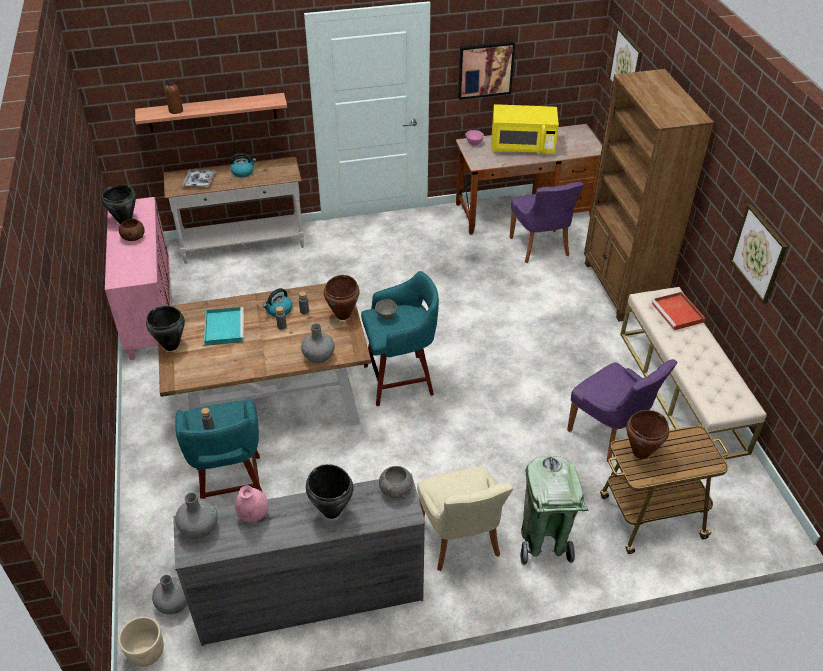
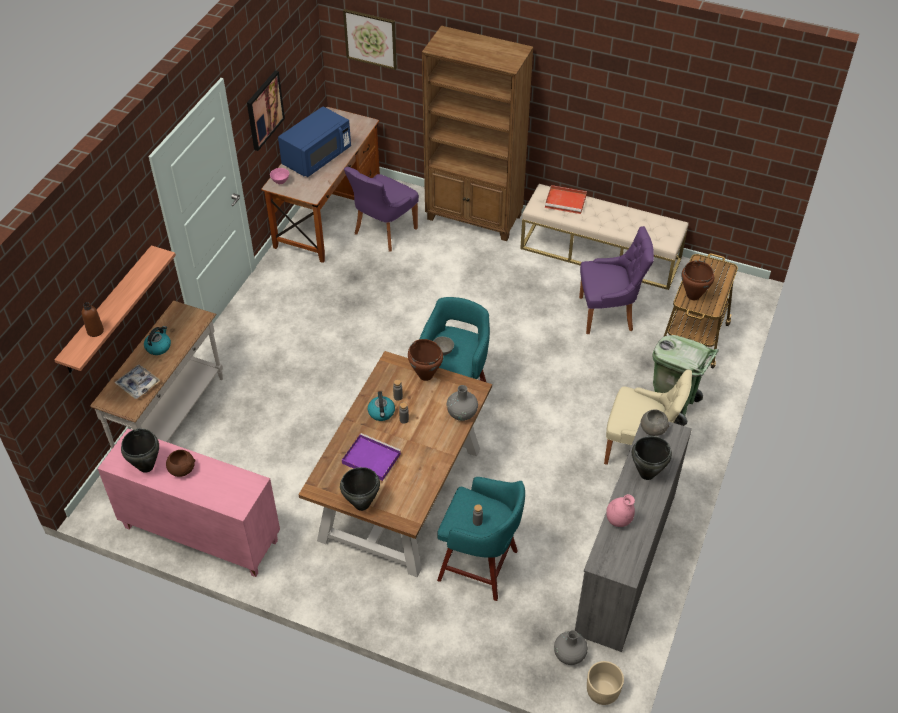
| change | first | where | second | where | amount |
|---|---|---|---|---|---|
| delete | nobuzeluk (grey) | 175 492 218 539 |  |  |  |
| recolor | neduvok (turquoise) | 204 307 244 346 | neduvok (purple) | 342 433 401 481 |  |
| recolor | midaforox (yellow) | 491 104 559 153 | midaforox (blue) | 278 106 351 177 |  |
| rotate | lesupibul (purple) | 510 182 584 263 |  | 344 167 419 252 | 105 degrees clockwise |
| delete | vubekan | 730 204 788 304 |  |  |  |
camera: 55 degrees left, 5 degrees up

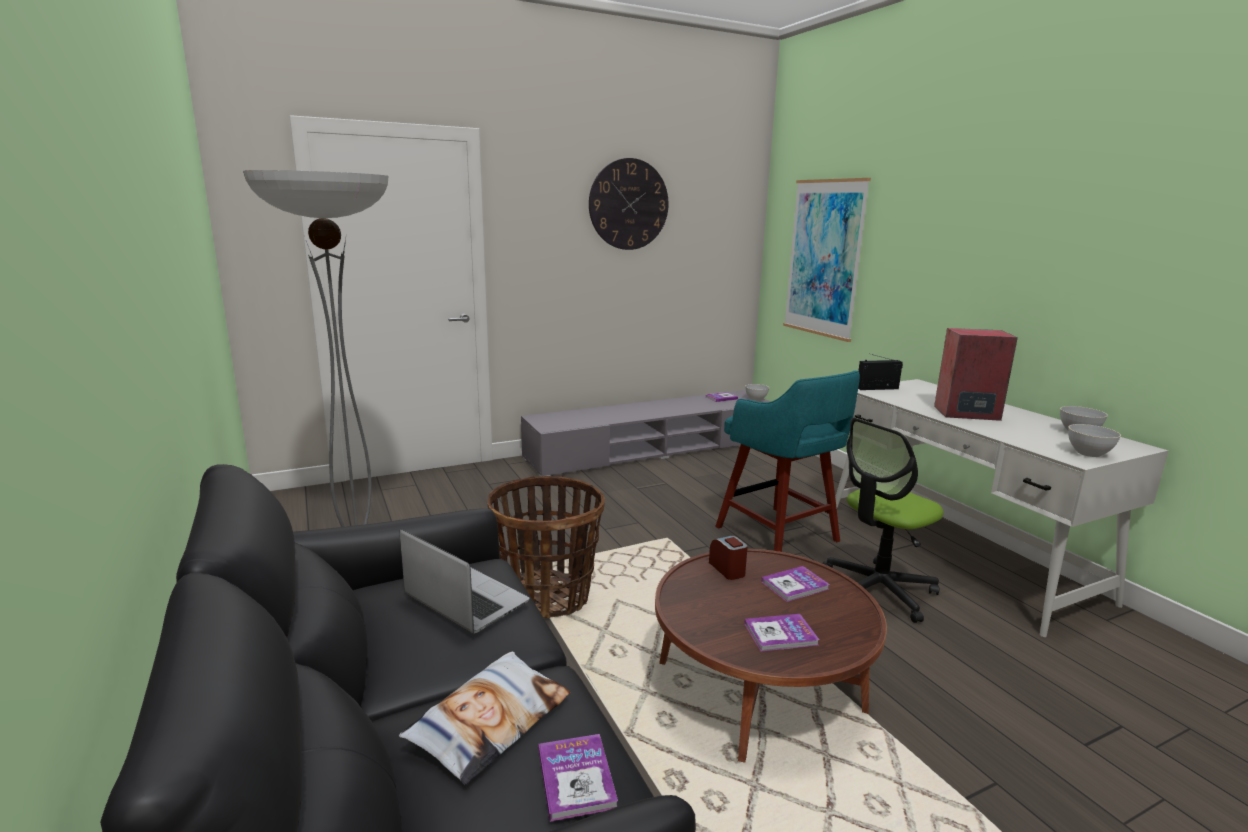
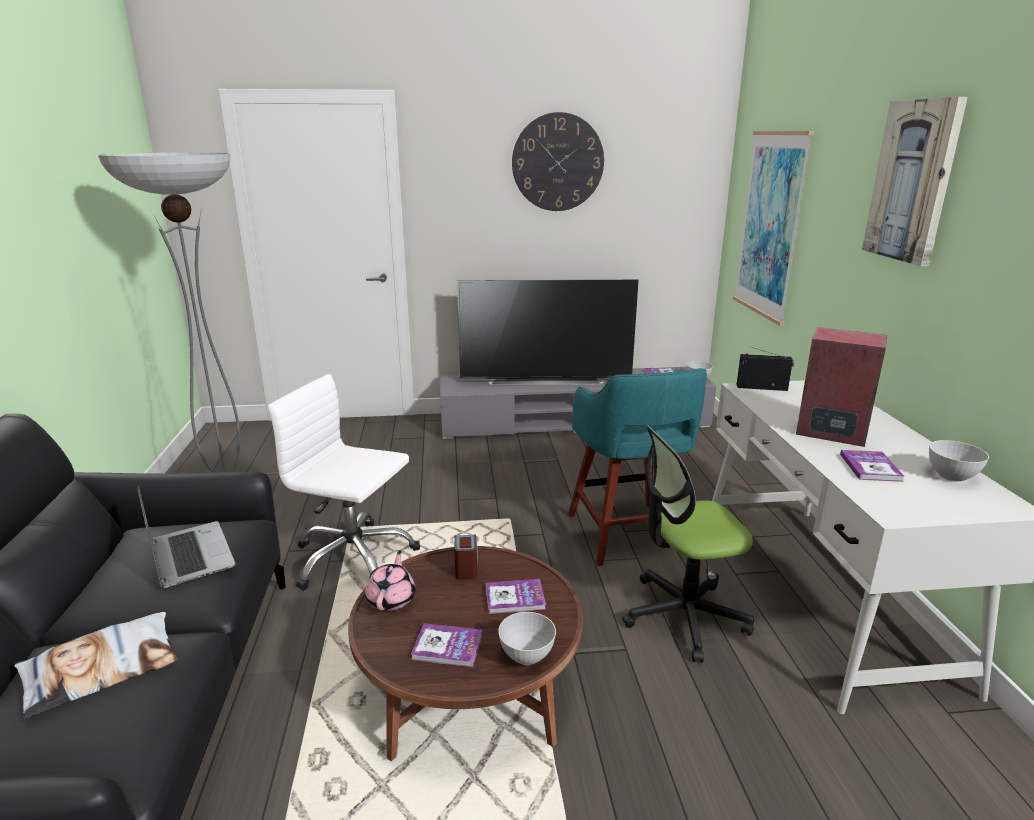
| change | first | where | second | where | amount |
|---|---|---|---|---|---|
| replace | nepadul | 488 476 605 618 | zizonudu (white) | 268 374 420 590 |  |
| move | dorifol | 538 734 618 822 |  | 840 450 905 482 |  |
| move | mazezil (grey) | 1068 424 1121 457 |  | 498 612 556 665 |  |
| insert |  |  | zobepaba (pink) | 365 550 415 611 |  |
| insert |  |  | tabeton | 457 280 639 385 |  |
| insert |  |  | vubekan | 862 97 968 266 |  |
camera: 20 degrees right, 5 degrees up

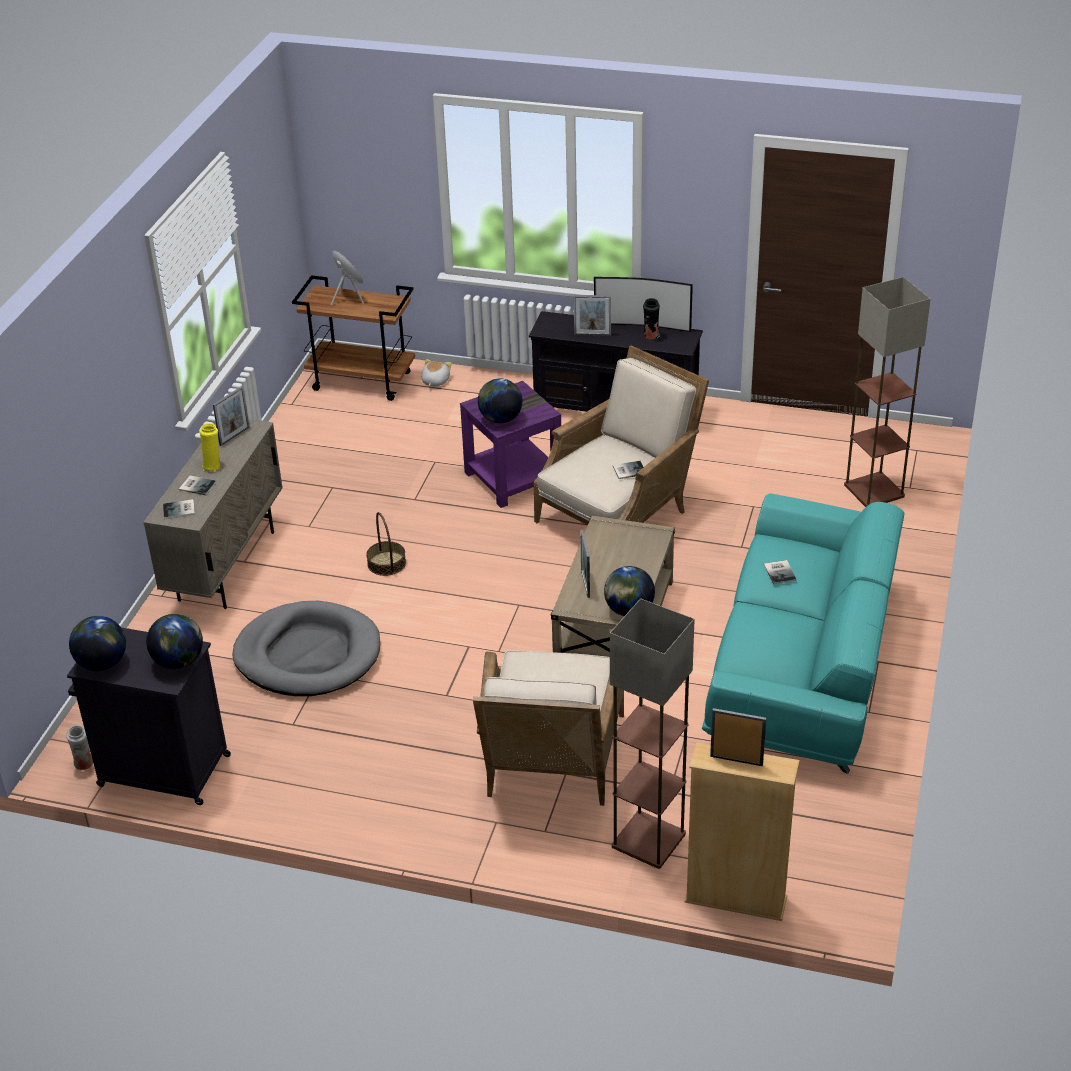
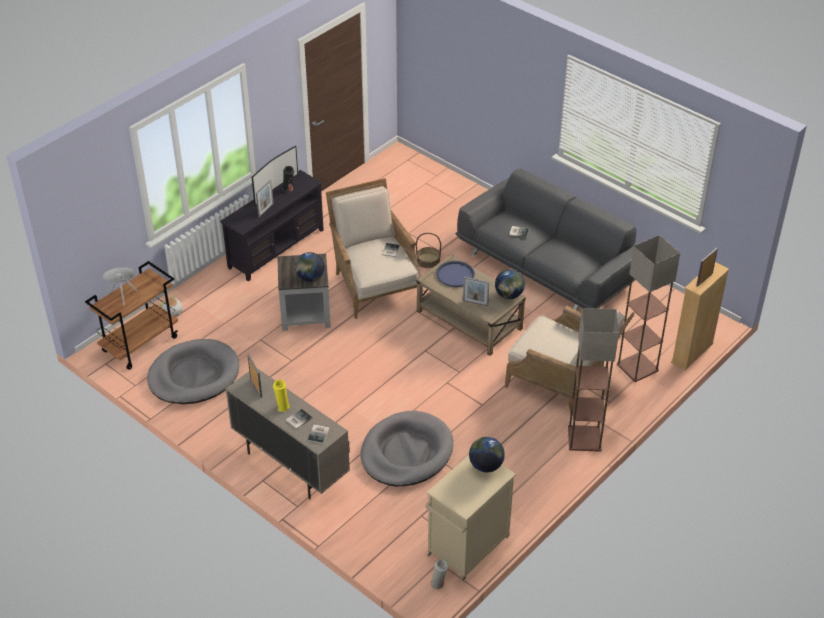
| change | first | where | second | where | amount |
|---|---|---|---|---|---|
| recolor | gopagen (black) | 67 627 231 805 | gopagen (beige) | 425 455 516 581 |  |
| delete | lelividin | 69 616 126 671 |  |  |  |
| move | nepadul | 366 512 406 576 |  | 416 233 441 268 |  |
| recolor | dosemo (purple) | 460 381 561 508 | dosemo (grey) | 277 253 331 331 |  |
| recolor | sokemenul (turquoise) | 702 493 904 774 | sokemenul (grey) | 455 168 636 310 |  |
| move | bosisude | 844 277 931 507 |  | 568 308 619 452 |  |
| insert |  |  | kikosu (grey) | 147 339 239 404 |  |
| insert |  |  | neduvok (blue) | 436 261 475 287 |  |
camera: 65 degrees left, 5 degrees up

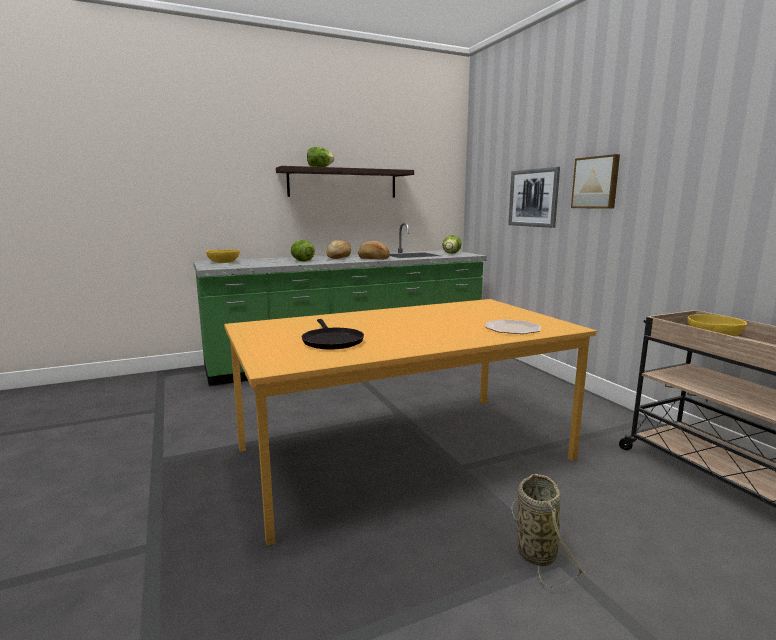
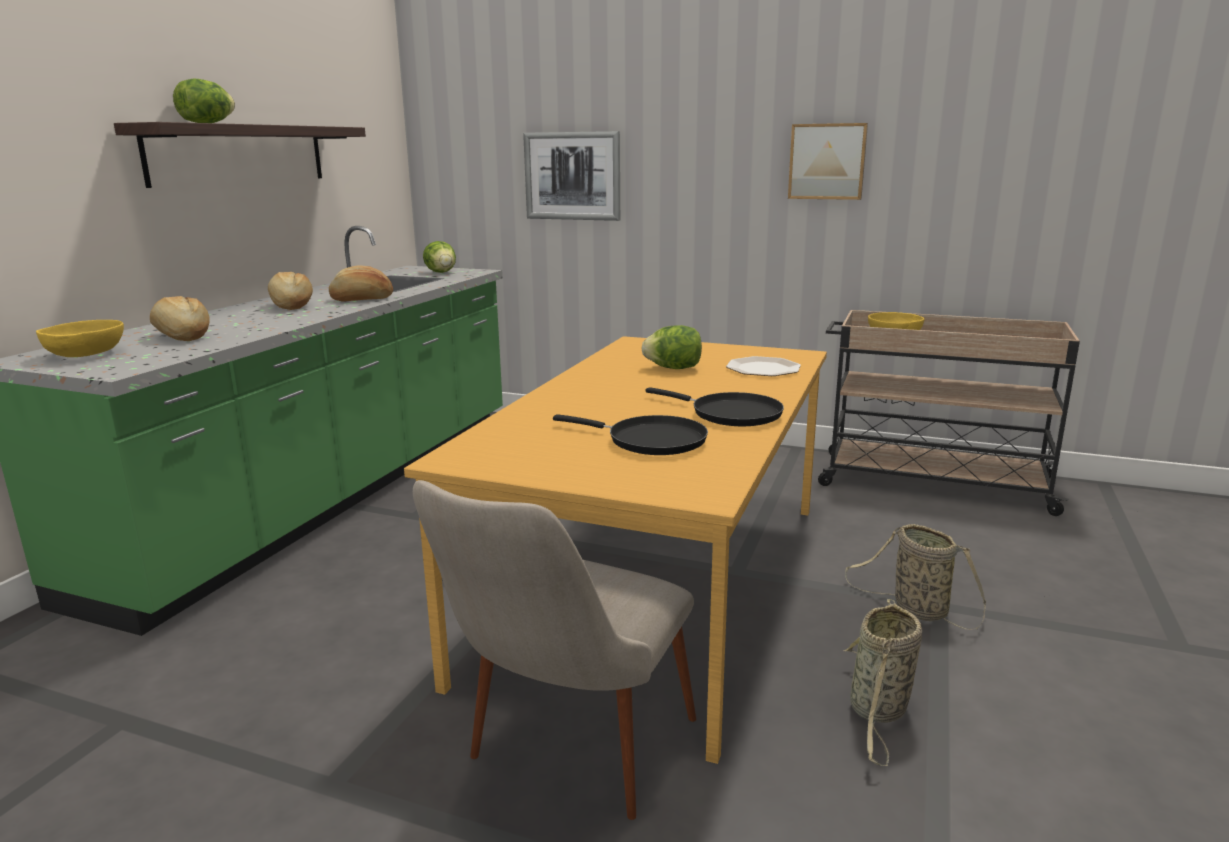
| change | first | where | second | where | amount |
|---|---|---|---|---|---|
| move | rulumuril | 291 240 315 261 |  | 641 325 702 369 |  |
| move | vubekan | 571 154 620 209 |  | 788 123 868 200 |  |
| insert |  |  | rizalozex | 150 296 210 341 |  |
| insert |  |  | lesupibul (beige) | 413 480 696 820 |  |
| insert |  |  | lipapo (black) | 646 387 784 426 |  |
| insert |  |  | nepadul | 843 599 922 766 |  |
camera: 45 degrees left, 5 degrees up

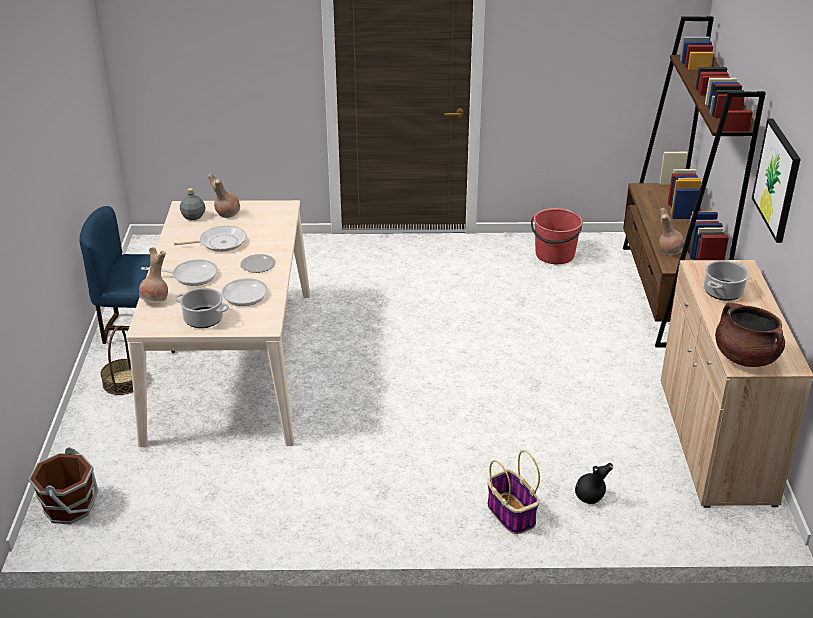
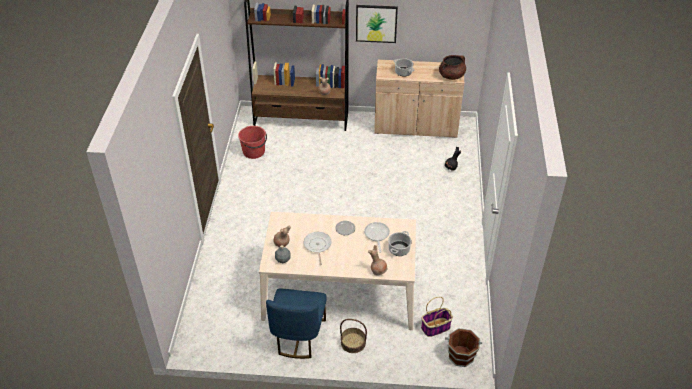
| change | first | where | second | where | amount |
|---|---|---|---|---|---|
| delete | lipapo | 141 259 218 286 |  |  |  |
| move | nepadul | 487 450 540 534 |  | 421 297 453 337 |  |
camera: 85 degrees left, 10 degrees up

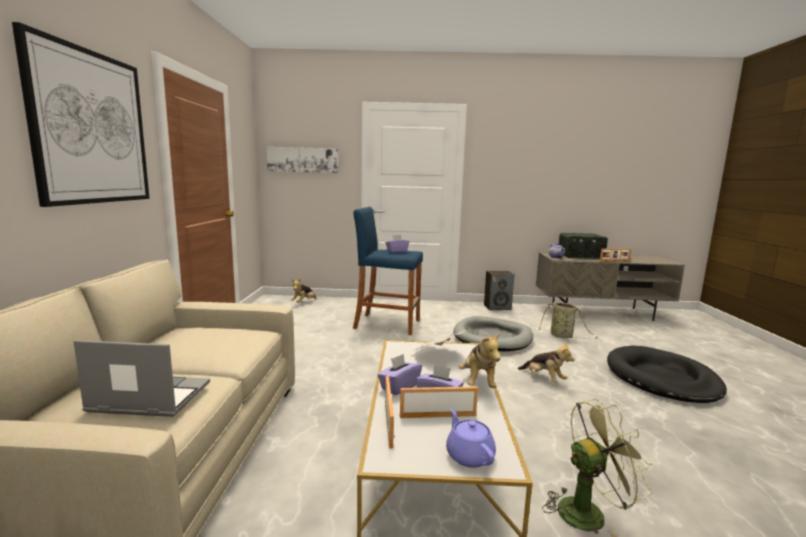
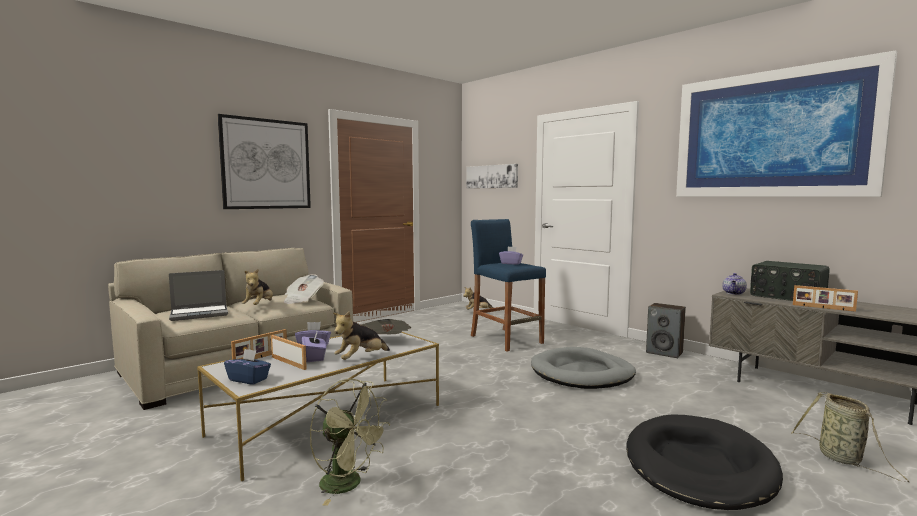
| change | first | where | second | where | amount |
|---|---|---|---|---|---|
| rotate | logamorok | 73 340 210 417 |  | 169 270 228 321 | 105 degrees clockwise |
| replace | zobepaba (purple) | 446 409 496 468 | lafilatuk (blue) | 224 349 271 385 |  |
| move | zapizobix | 518 342 575 382 |  | 242 269 273 305 |  |
| move | nepadul | 538 302 598 339 |  | 791 392 909 482 |  |
| insert |  |  | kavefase | 283 274 324 304 |  |
| insert |  |  | vubekan | 676 50 897 197 |  |
camera: 45 degrees right, 5 degrees down

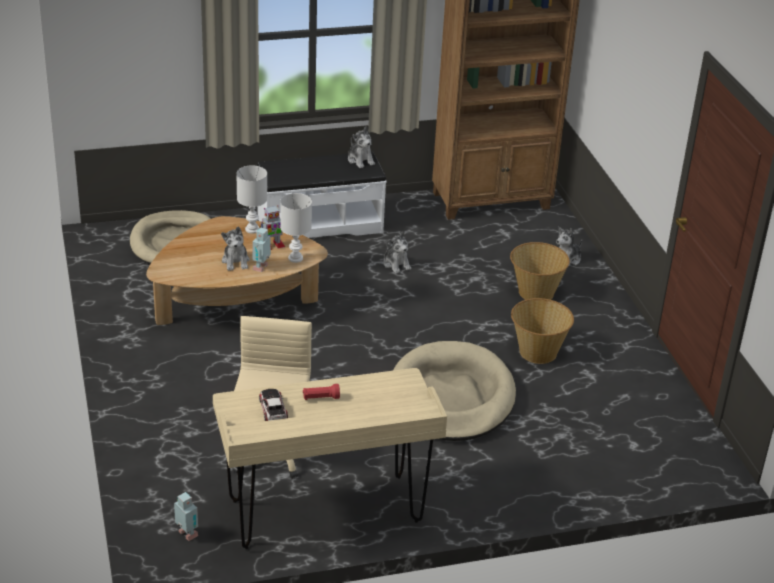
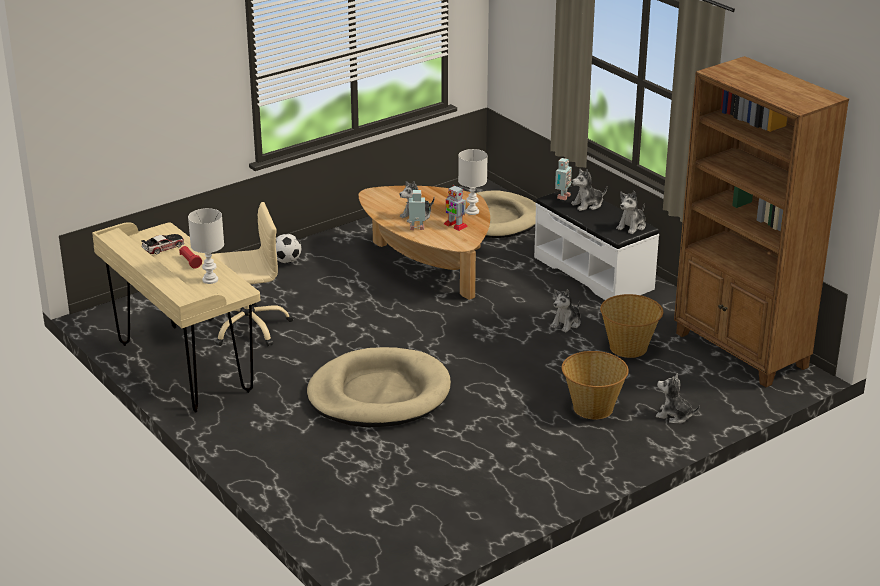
| change | first | where | second | where | amount |
|---|---|---|---|---|---|
| move | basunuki | 174 492 198 541 |  | 555 158 572 200 |  |
| move | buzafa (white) | 280 193 312 263 |  | 188 208 224 284 |  |
| move | nepadul | 511 298 574 364 |  | 600 294 663 358 |  |
| insert |  |  | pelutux | 276 234 301 263 |  |
| insert |  |  | zapizobix | 571 168 607 211 |  |
camera: 70 degrees right, 5 degrees down

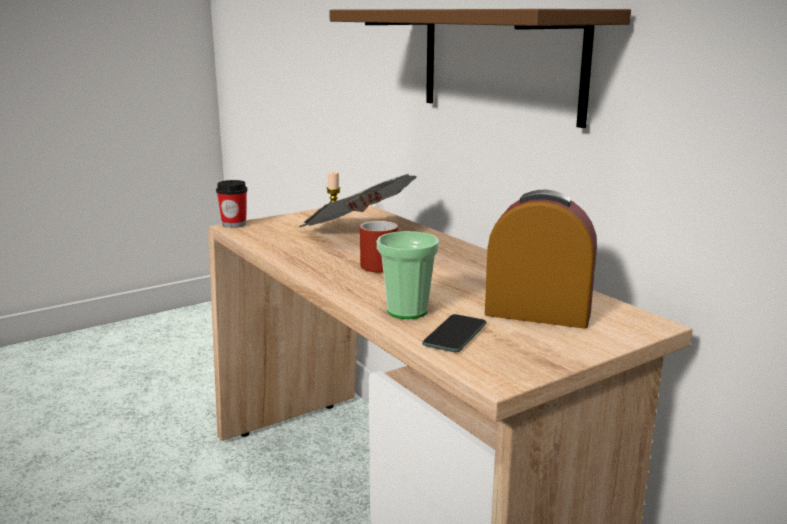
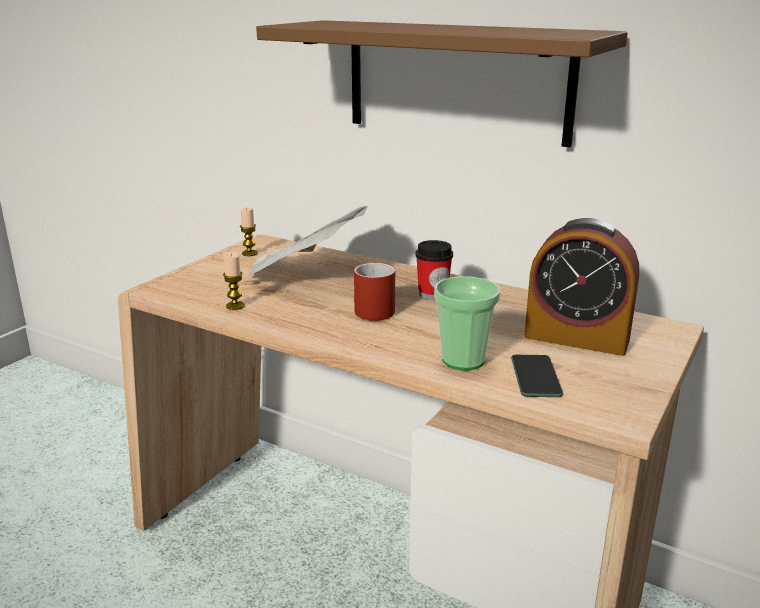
| change | first | where | second | where | amount |
|---|---|---|---|---|---|
| move | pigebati | 216 180 248 228 |  | 415 240 453 300 |  |
| rotate | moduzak | 485 190 597 329 |  | 524 218 639 356 | 150 degrees counterclockwise |
| insert |  |  | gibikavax | 223 252 245 310 |  |
camera: 25 degrees left, 5 degrees up

